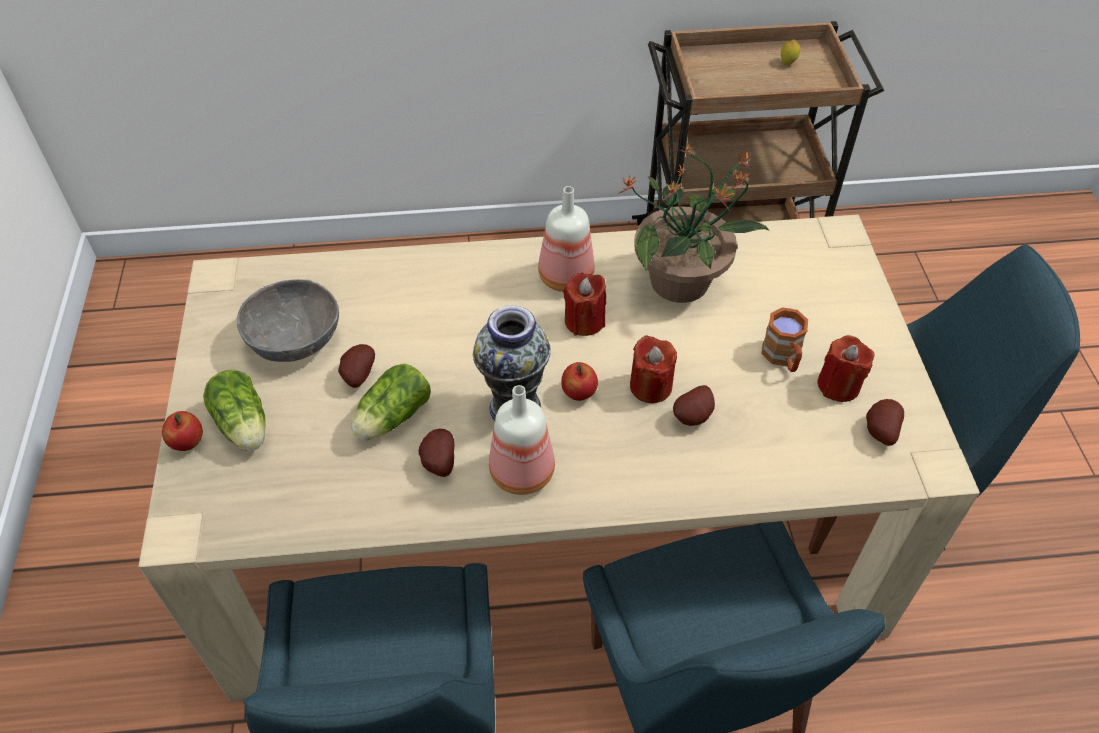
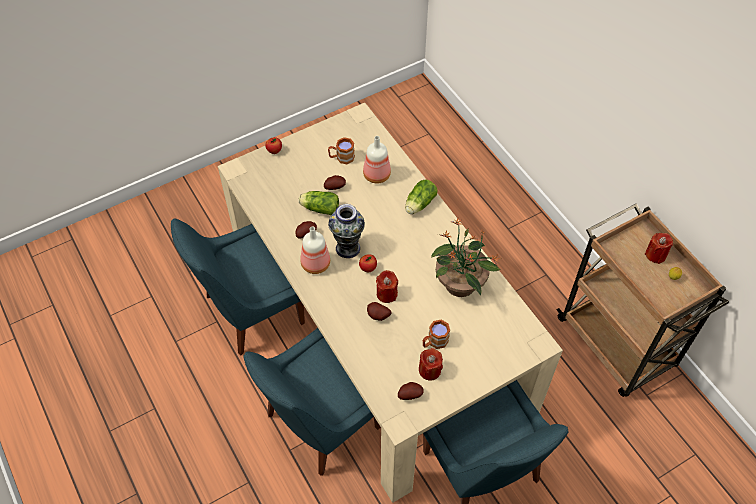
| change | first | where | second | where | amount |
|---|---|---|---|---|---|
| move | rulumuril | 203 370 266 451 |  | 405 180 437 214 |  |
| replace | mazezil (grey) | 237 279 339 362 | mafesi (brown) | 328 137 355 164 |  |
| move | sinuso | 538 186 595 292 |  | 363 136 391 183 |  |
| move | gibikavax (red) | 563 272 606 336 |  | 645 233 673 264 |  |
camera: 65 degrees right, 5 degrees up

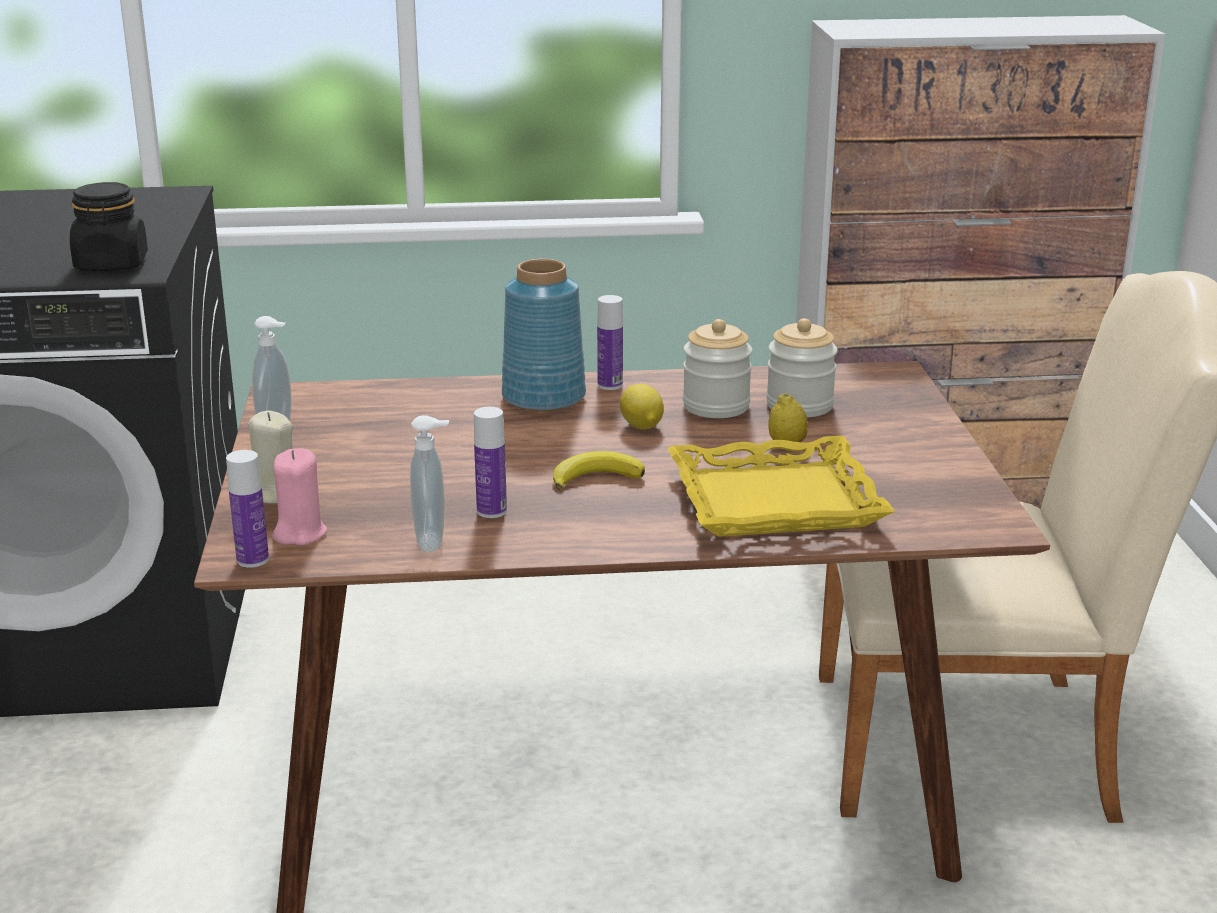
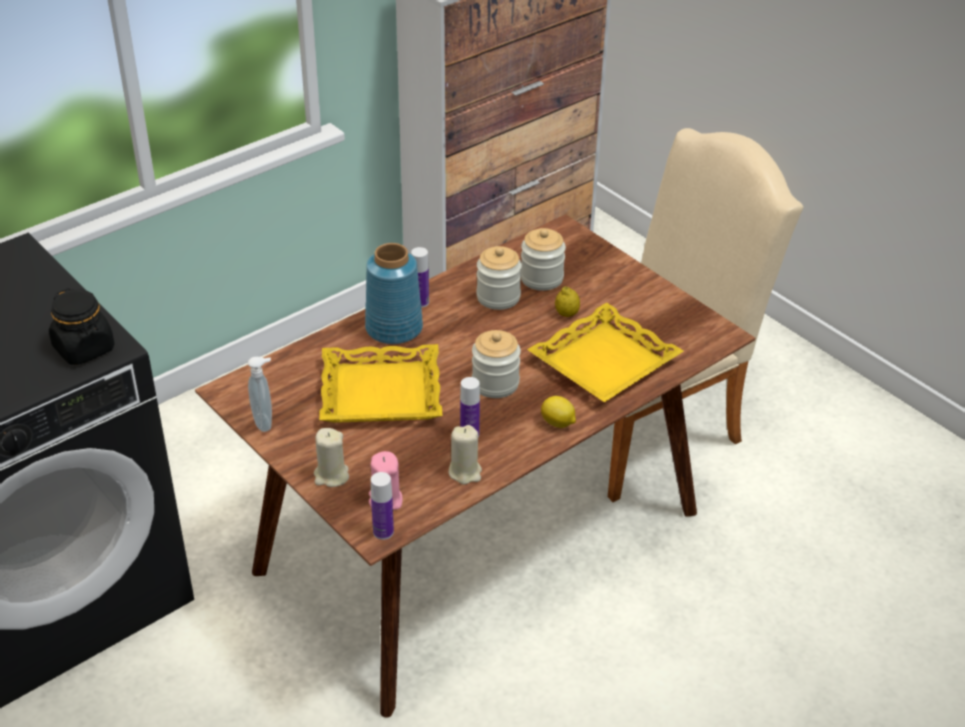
| change | first | where | second | where | amount |
|---|---|---|---|---|---|
| replace | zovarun | 410 415 449 552 | gibikavax (beige) | 449 425 482 485 |  |
| replace | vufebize | 553 451 645 490 | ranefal | 472 330 521 398 |  |
| move | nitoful | 620 384 664 430 |  | 541 396 576 428 |  |
| insert |  |  | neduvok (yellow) | 319 344 443 423 |  |
camera: 35 degrees left, 15 degrees up

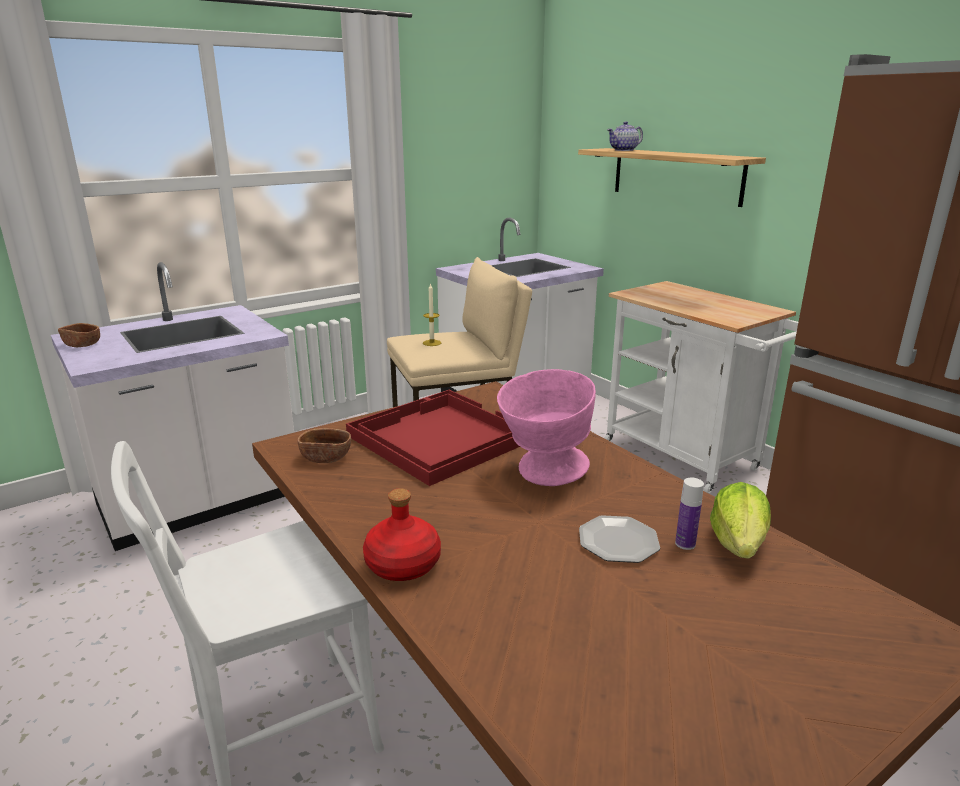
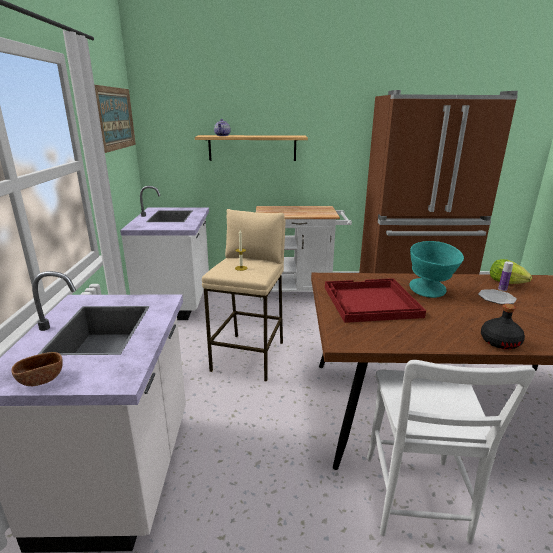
| change | first | where | second | where | amount |
|---|---|---|---|---|---|
| delete | mazezil (brown) | 297 428 351 463 |  |  |  |
| recolor | sinuso (red) | 363 488 441 581 | sinuso (black) | 481 304 525 349 |  |
| recolor | mazezil (pink) | 497 369 596 486 | mazezil (turquoise) | 409 241 464 298 |  |
| insert |  |  | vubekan | 94 85 136 153 |  |
camera: 55 degrees left, 0 degrees up

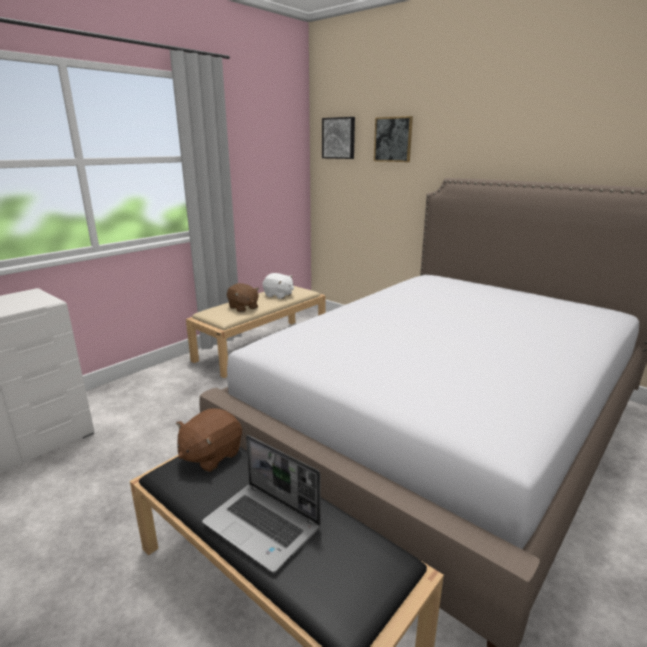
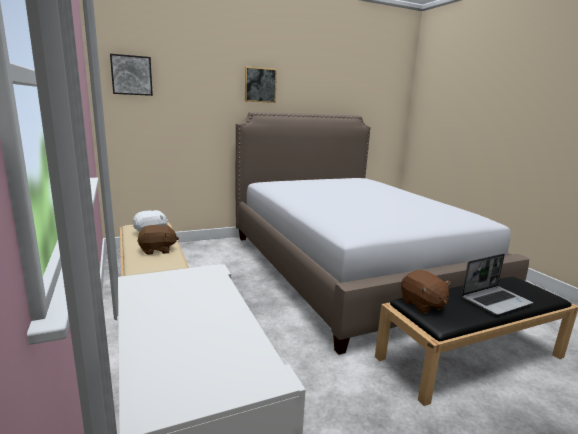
| change | first | where | second | where | amount |
|---|---|---|---|---|---|
| move | vubekan | 374 116 413 162 |  | 245 67 277 103 |  |
camera: 65 degrees left, 5 degrees down

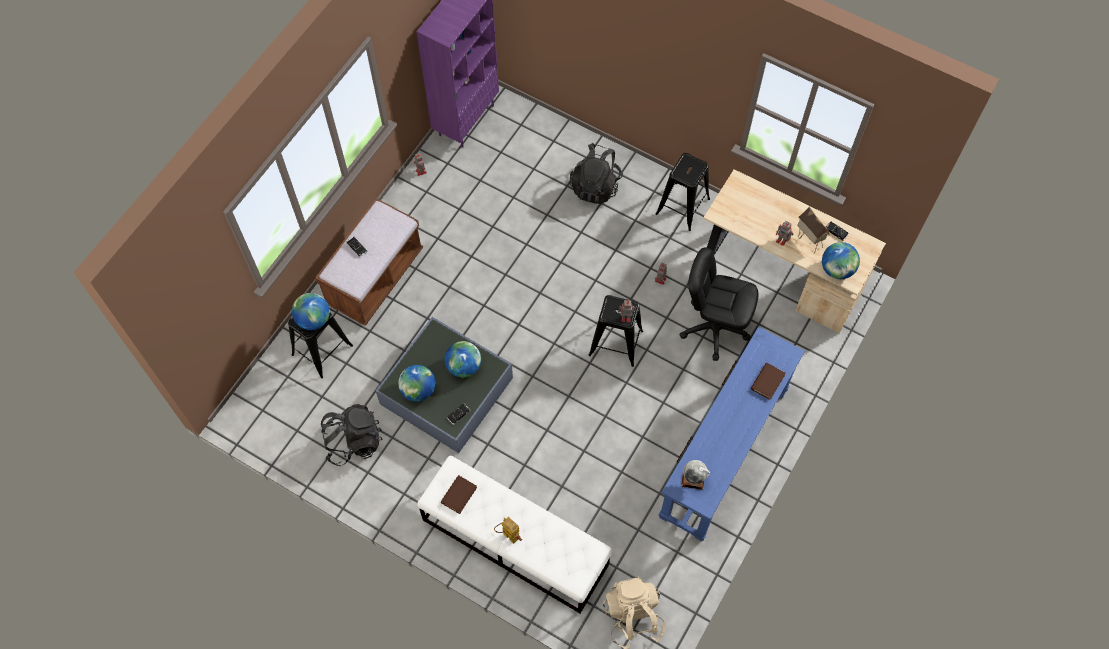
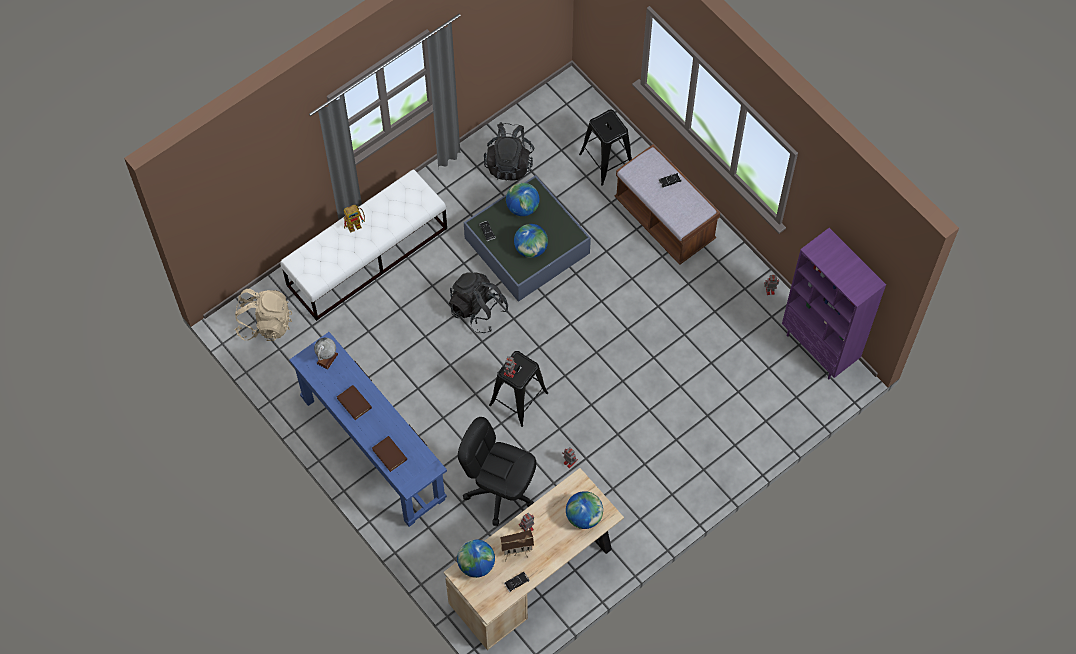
| change | first | where | second | where | amount |
|---|---|---|---|---|---|
| move | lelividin | 292 293 330 330 |  | 566 491 603 529 |  |
| move | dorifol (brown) | 441 475 477 514 |  | 337 385 372 420 |  |
| move | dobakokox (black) | 570 143 623 204 |  | 449 272 508 333 |  |
| delete | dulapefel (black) | 655 153 710 231 |  |  |  |
| rotate | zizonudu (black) | 679 247 759 361 |  | 458 417 536 526 | 105 degrees counterclockwise |
camera: 110 degrees right, 0 degrees up

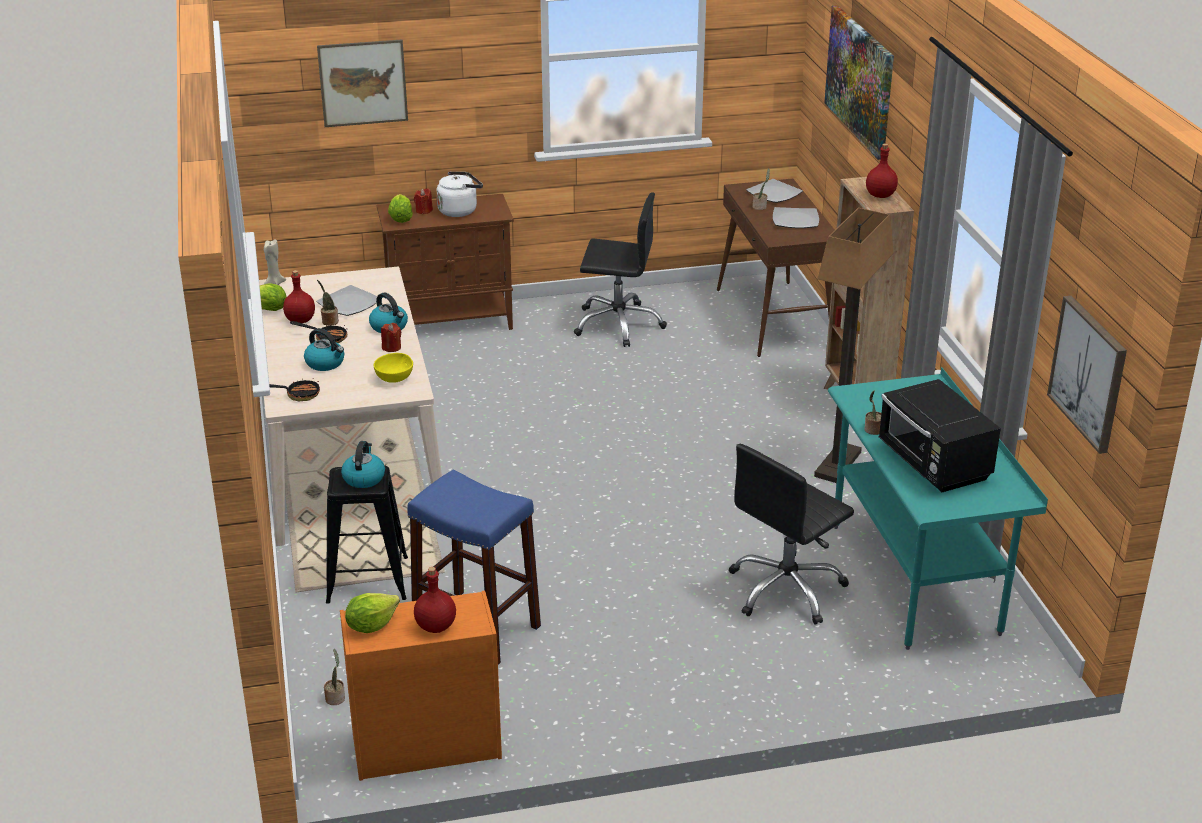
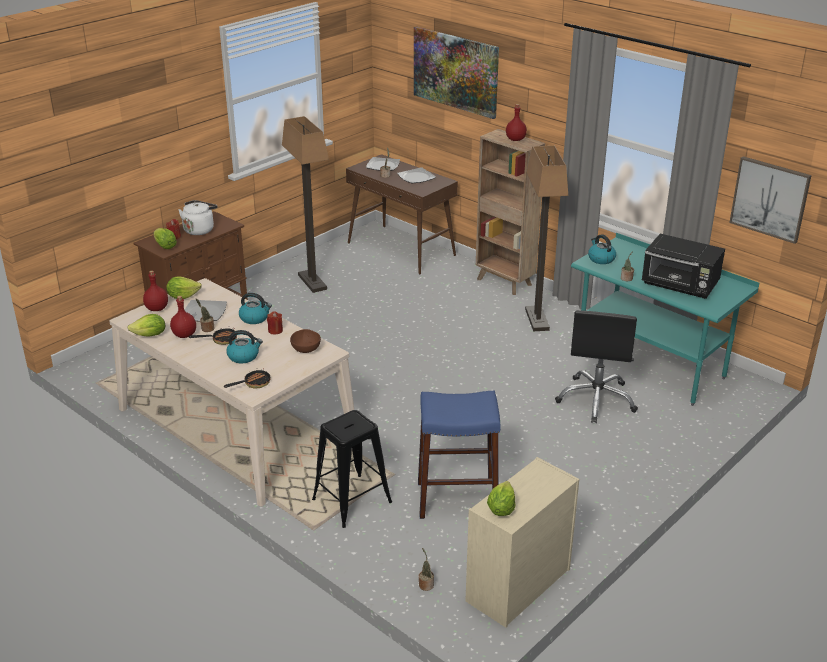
| change | first | where | second | where | amount |
|---|---|---|---|---|---|
| delete | gibikavax (beige) | 264 239 286 285 |  |  |  |
| delete | vubekan | 317 40 408 127 |  |  |  |
| recolor | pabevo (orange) | 340 591 502 781 | pabevo (beige) | 465 457 579 627 |  |
| move | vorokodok | 341 441 385 488 |  | 588 234 616 264 |  |
| recolor | mazezil (yellow) | 374 353 413 383 | mazezil (brown) | 290 329 321 353 |  |
| move | sinuso (red) | 414 567 456 633 |  | 143 271 168 311 |  |
| replace | zizonudu (black) | 574 192 667 347 | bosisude | 282 116 329 293 |  |
| insert |  |  | rulumuril | 166 277 202 299 |  |
camera: 35 degrees left, 0 degrees up

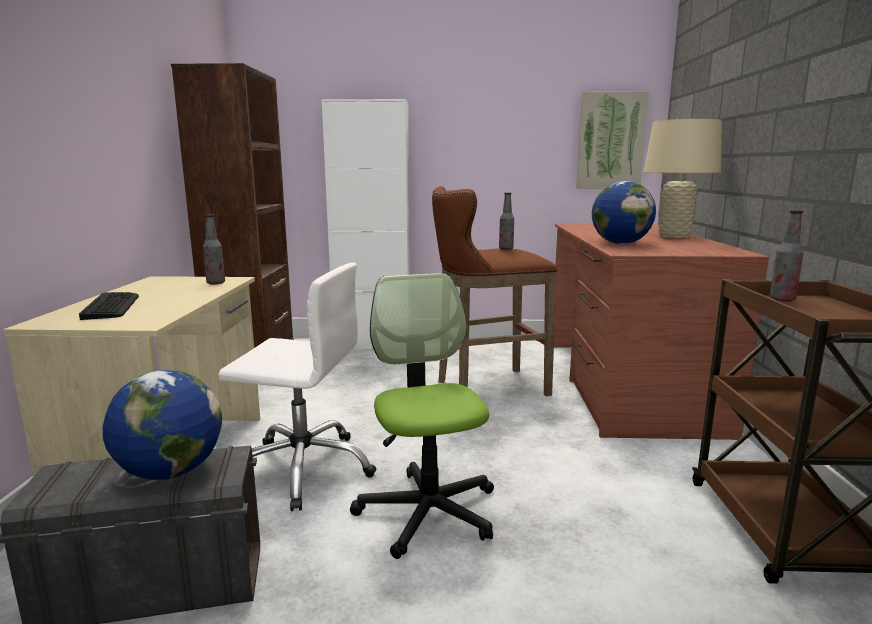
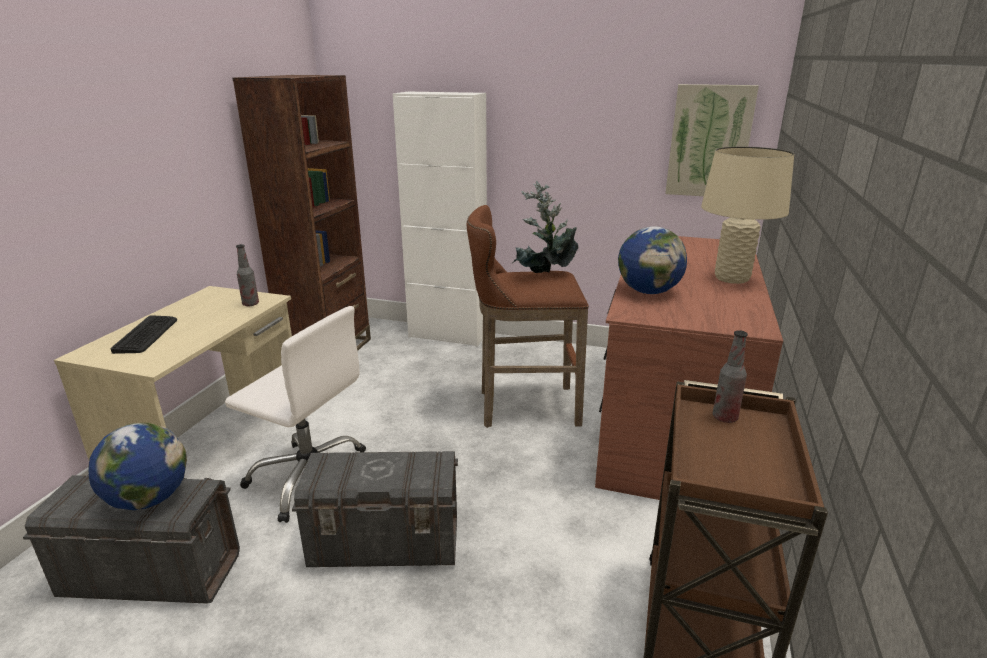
| change | first | where | second | where | amount |
|---|---|---|---|---|---|
| replace | zizonudu | 350 273 494 559 | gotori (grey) | 292 451 458 567 |  |
| replace | sinuso | 499 192 514 250 | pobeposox | 513 181 579 273 |  |
camera: 15 degrees right, 10 degrees up

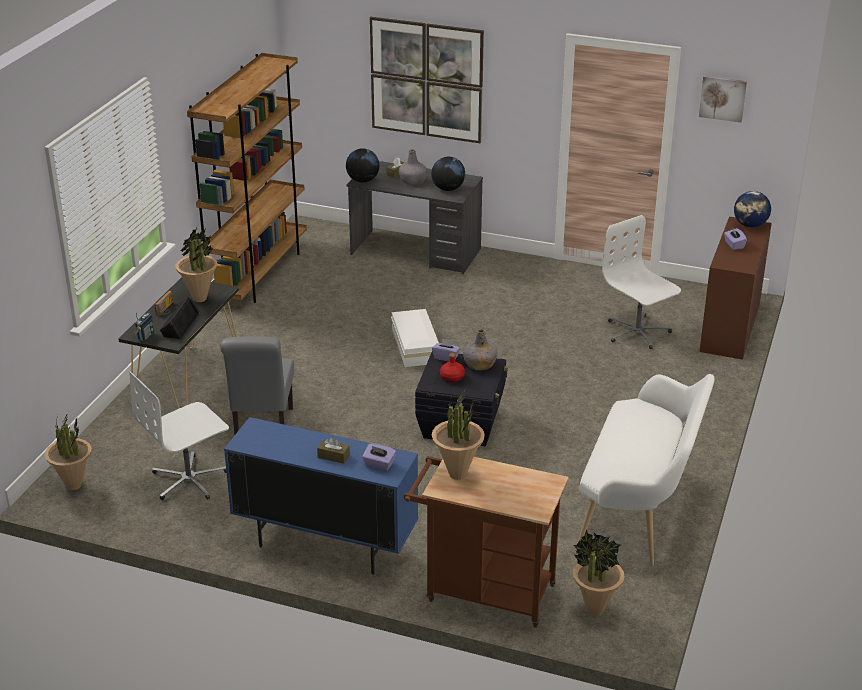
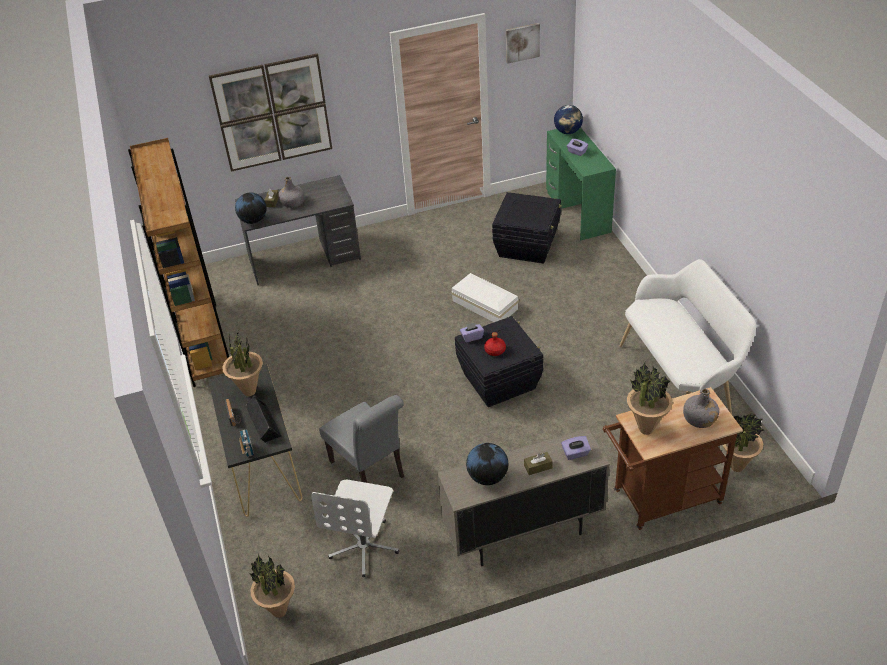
| change | first | where | second | where | amount |
|---|---|---|---|---|---|
| recolor | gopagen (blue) | 224 417 418 575 | gopagen (beige) | 437 428 610 566 |  |
| move | gotori (white) | 391 309 439 367 |  | 451 273 519 322 |  |
| move | lelividin | 431 157 465 191 |  | 466 443 508 485 |  |
| move | sinuso (grey) | 463 329 497 371 |  | 683 389 719 428 |  |
| replace | zizonudu (white) | 602 215 681 349 | gotori (black) | 492 192 562 264 |  |
| recolor | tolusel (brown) | 699 217 772 360 | tolusel (green) | 546 127 616 240 |  |
camera: 35 degrees left, 10 degrees up

